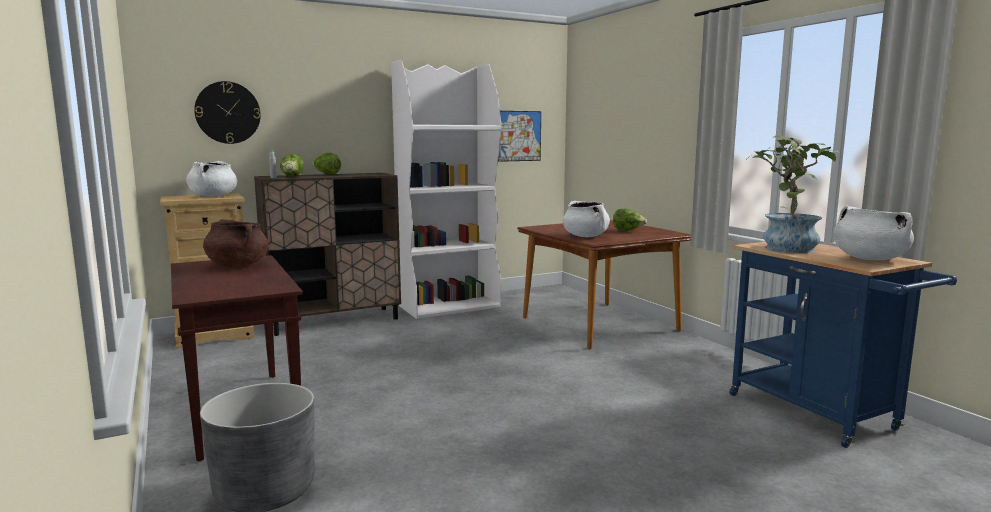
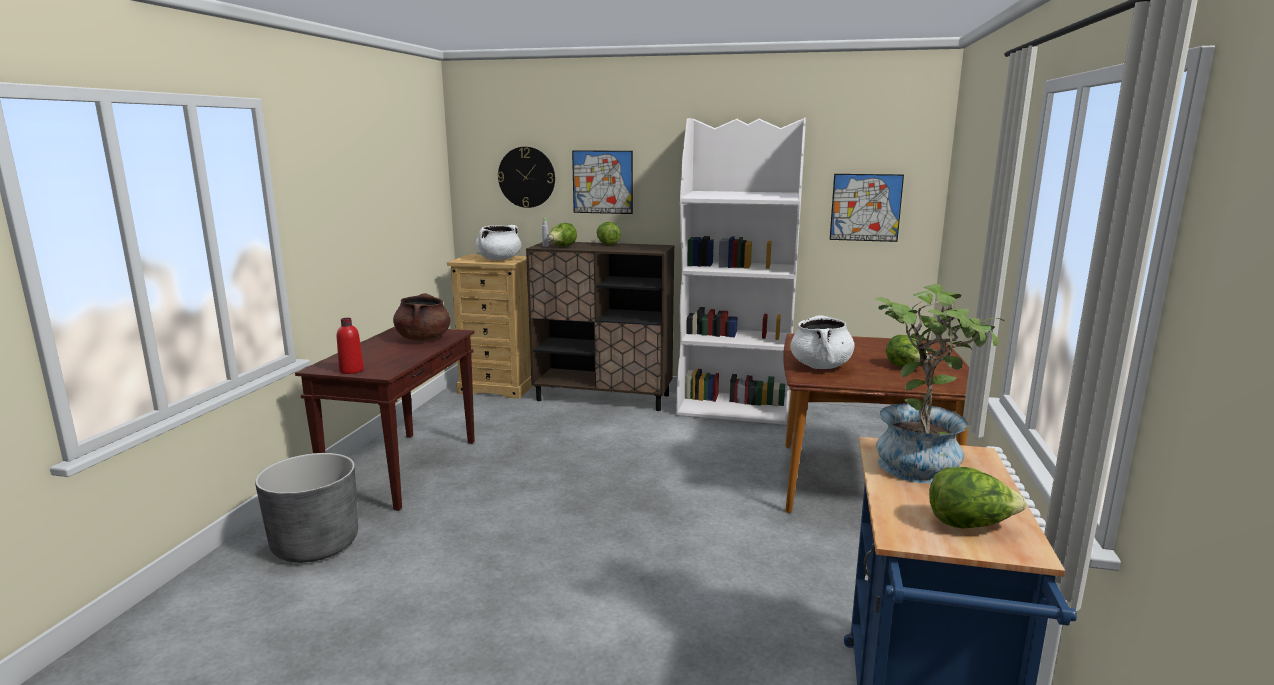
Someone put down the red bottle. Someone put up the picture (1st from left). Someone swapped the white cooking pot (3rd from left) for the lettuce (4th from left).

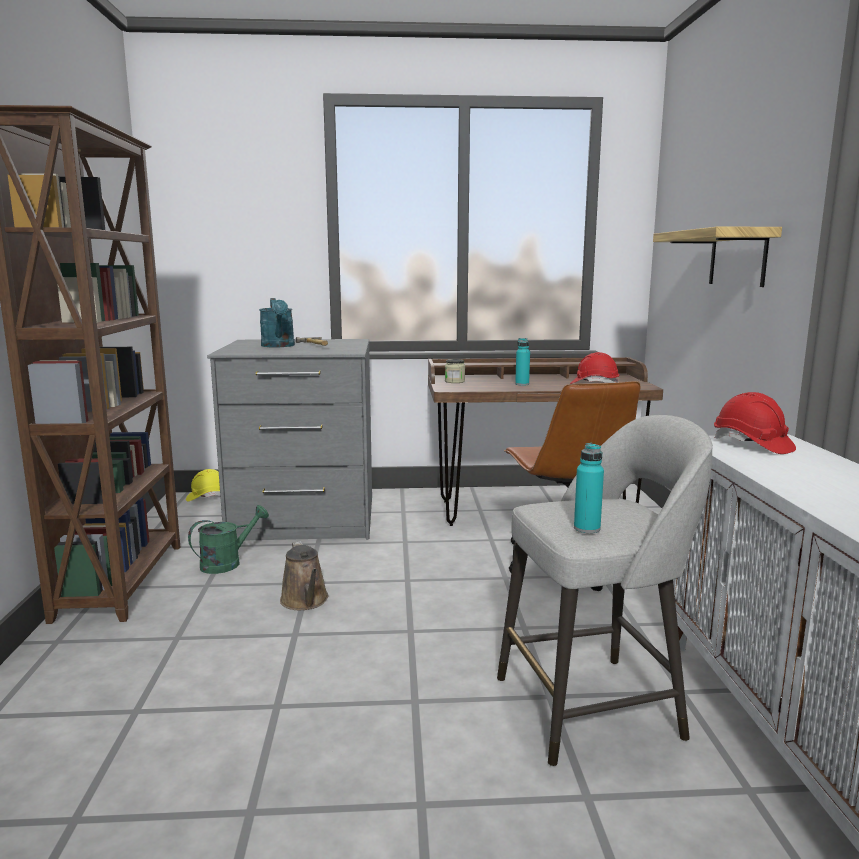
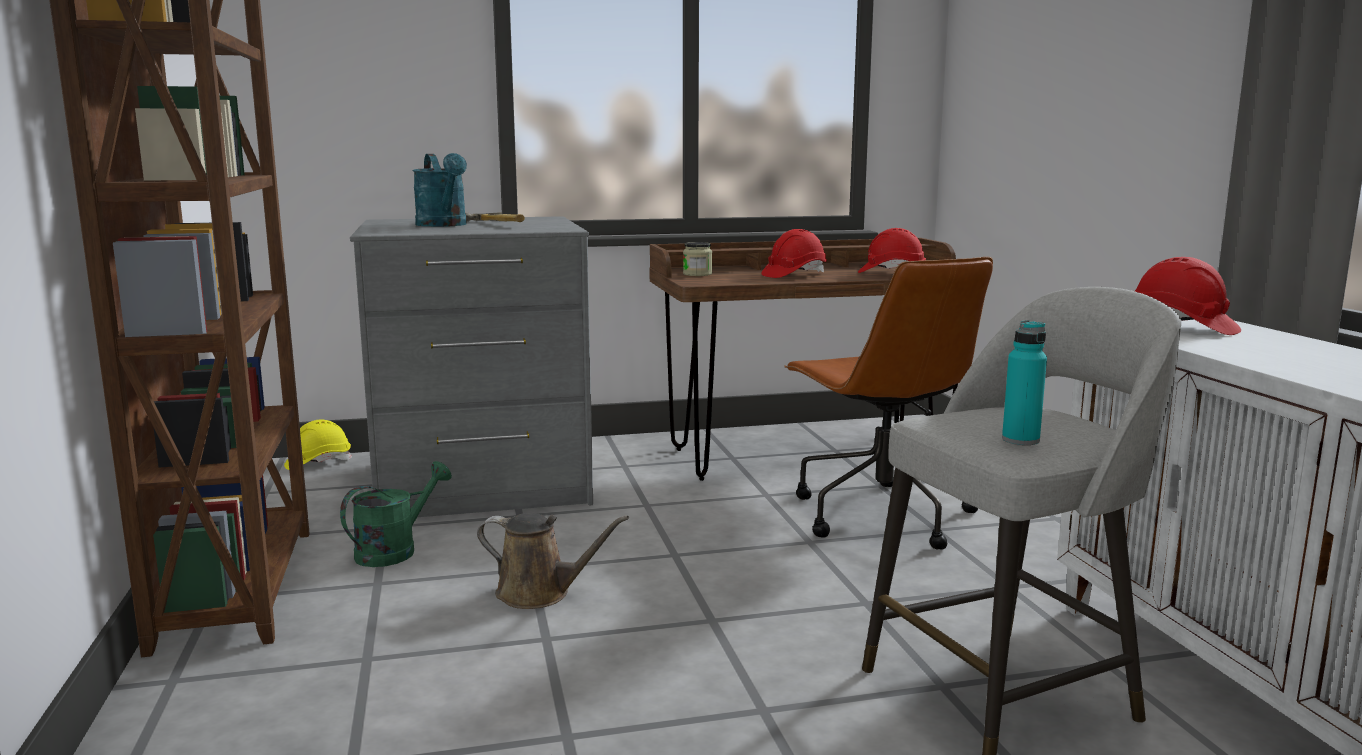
Someone rotated the brown watering can by 45 degrees counterclockwise. Someone swapped the turquoise bottle (1st from left) for the red hard hat (1st from left). Someone took away the shelf.

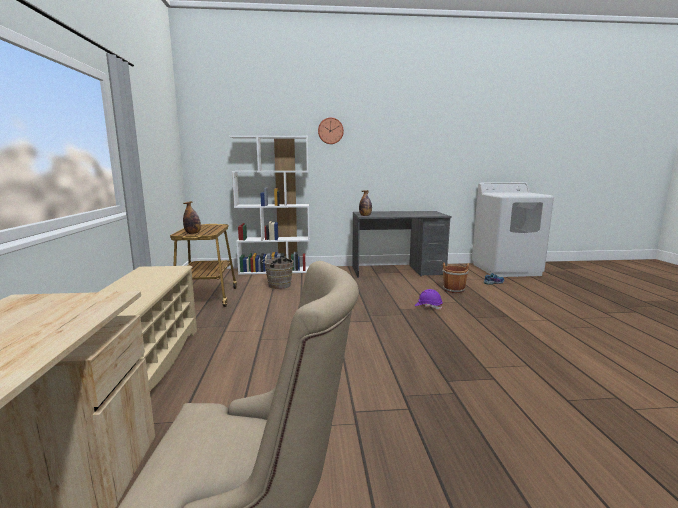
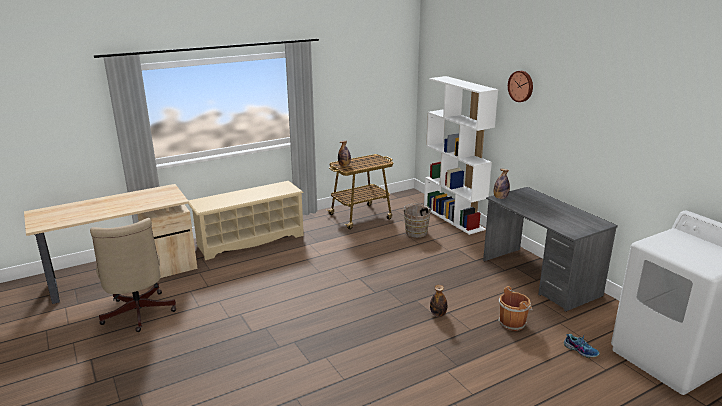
Someone swapped the purple hard hat for the bottle (2nd from left).

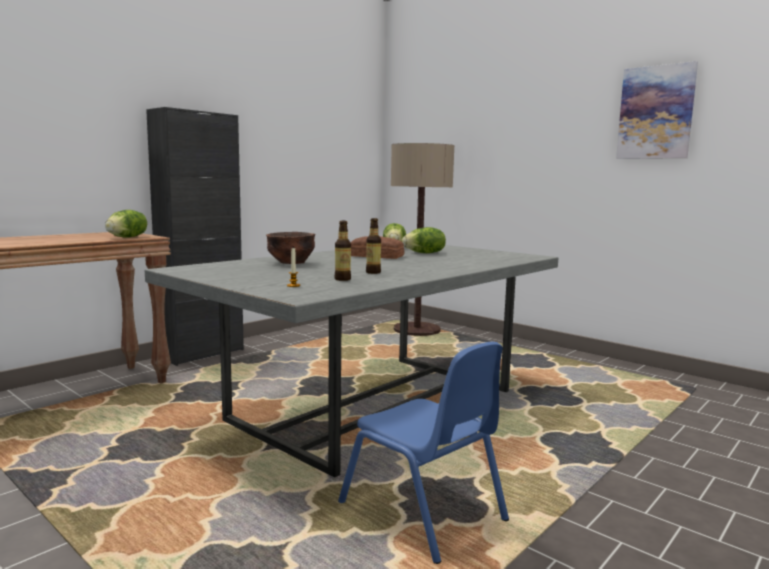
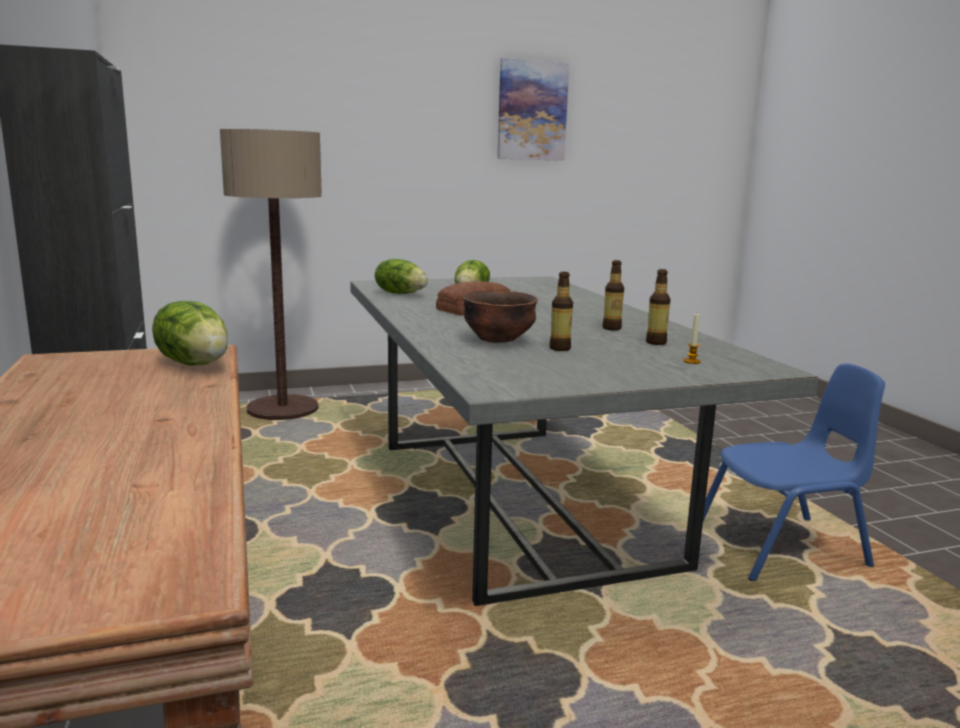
Someone put down the bottle (1st from left).

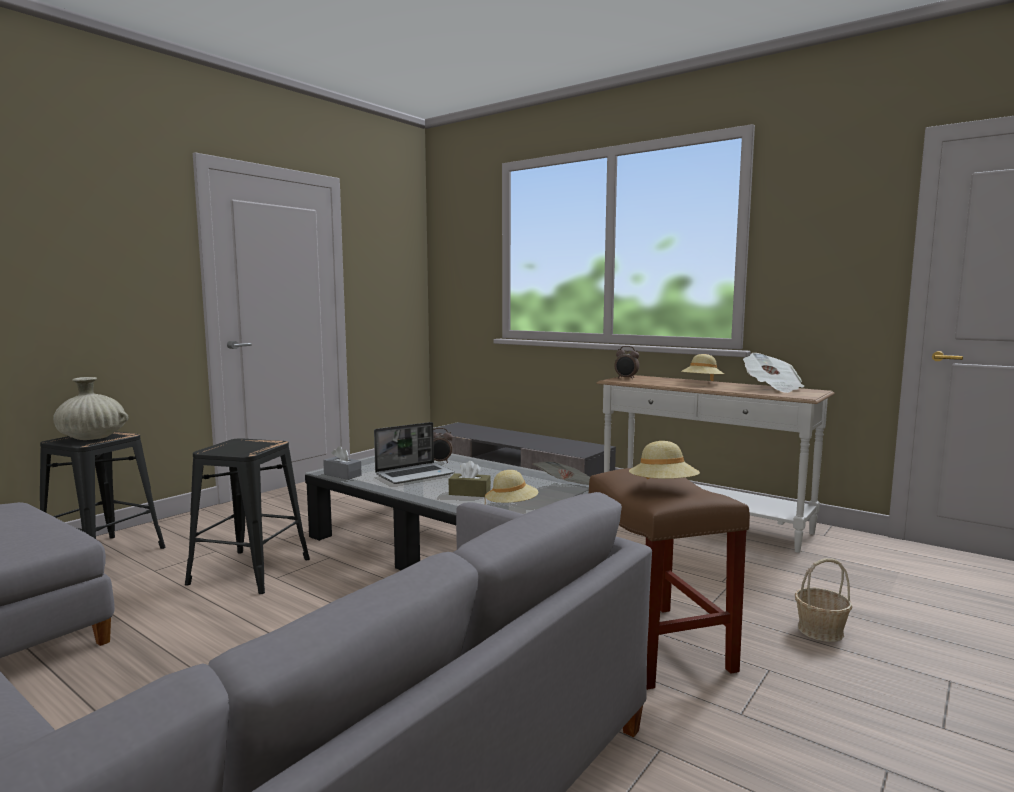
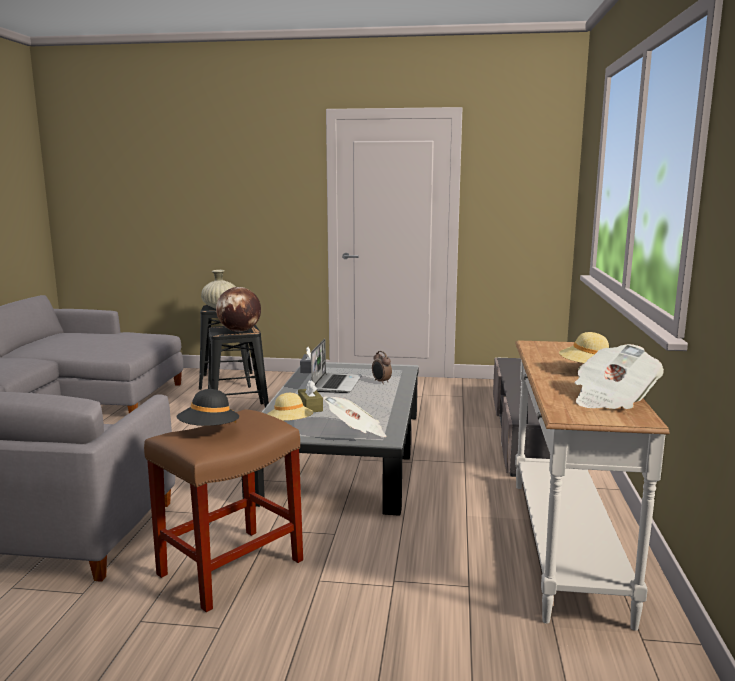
Someone repainted the beige hat (2nd from left), which became the black hat. Someone put down the globe. Someone rotated the laptop by 105 degrees counterclockwise. Someone took away the alarm clock (2nd from left). Someone took away the basket.

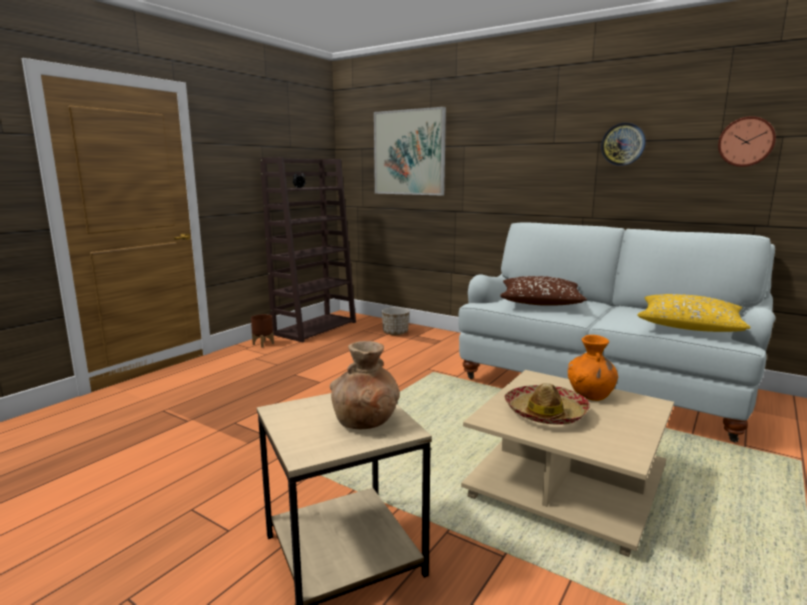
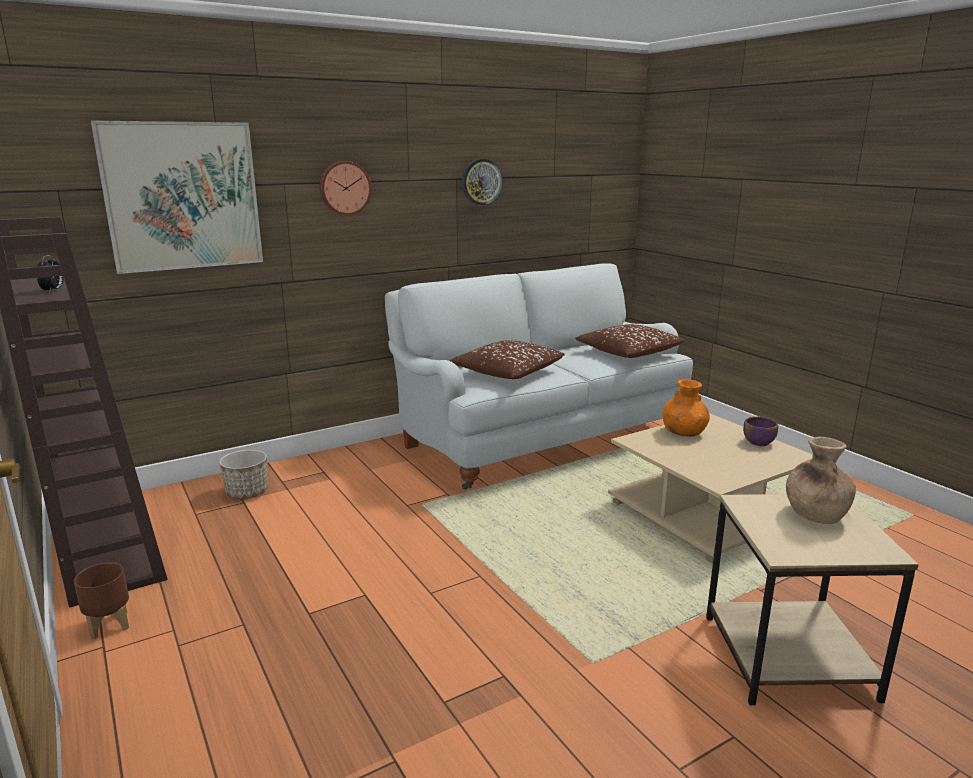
Someone carried the wall clock (2nd from left in the first image). Someone repainted the yellow pillow, which became the brown pillow (2nd from left). Someone put down the purple bowl. Someone took away the hat.

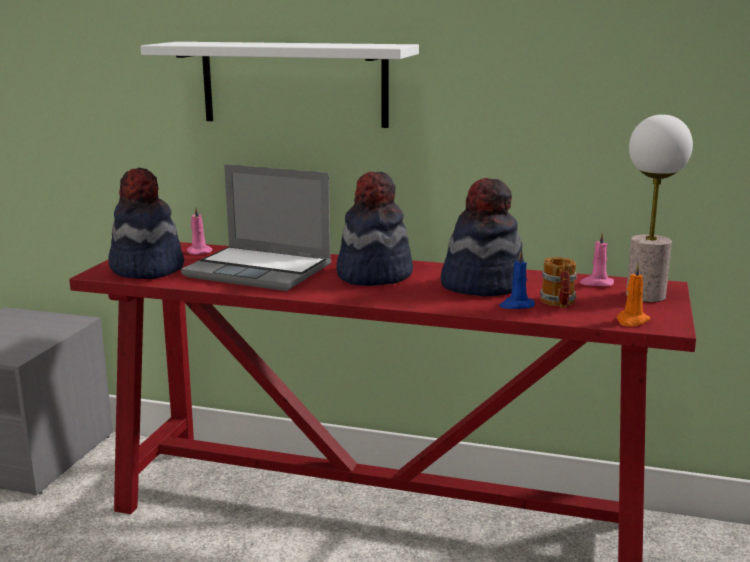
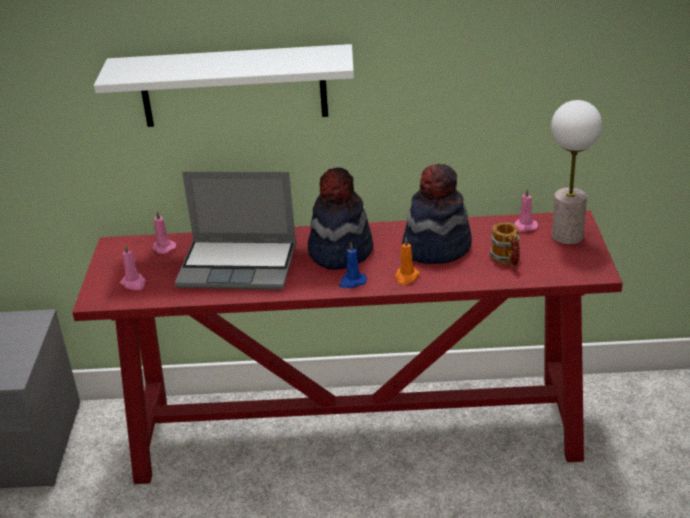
Someone swapped the hat (1st from left) for the pink candle (1st from left). Someone carried the blue candle. Someone carried the orange candle.

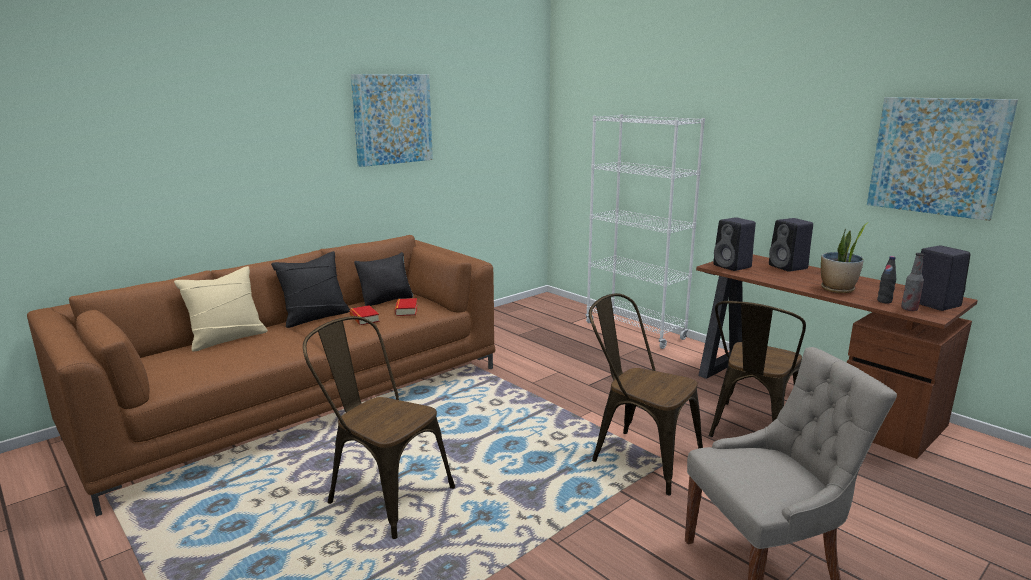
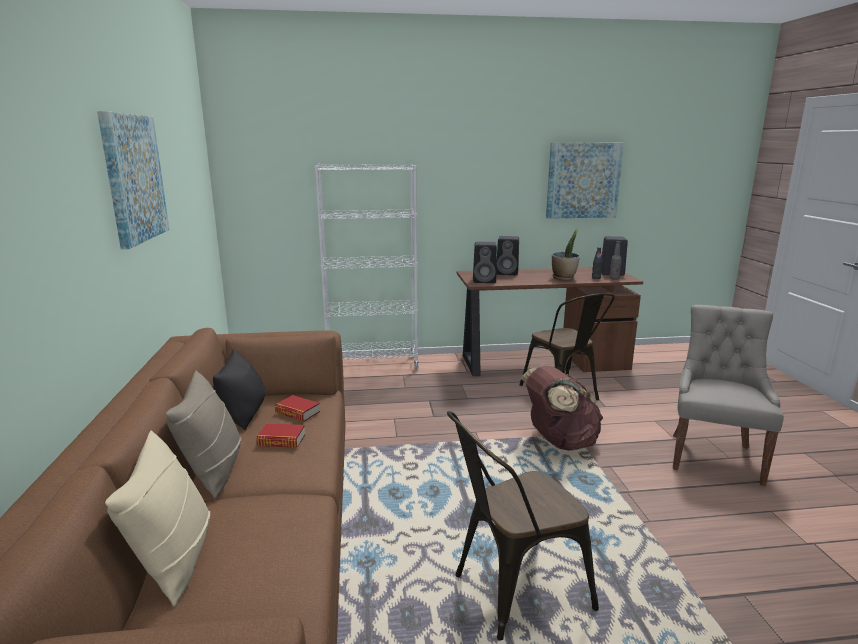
Someone repainted the black pillow (1st from left), which became the beige pillow (2nd from left). Someone swapped the brown chair (2nd from left) for the brown backpack.

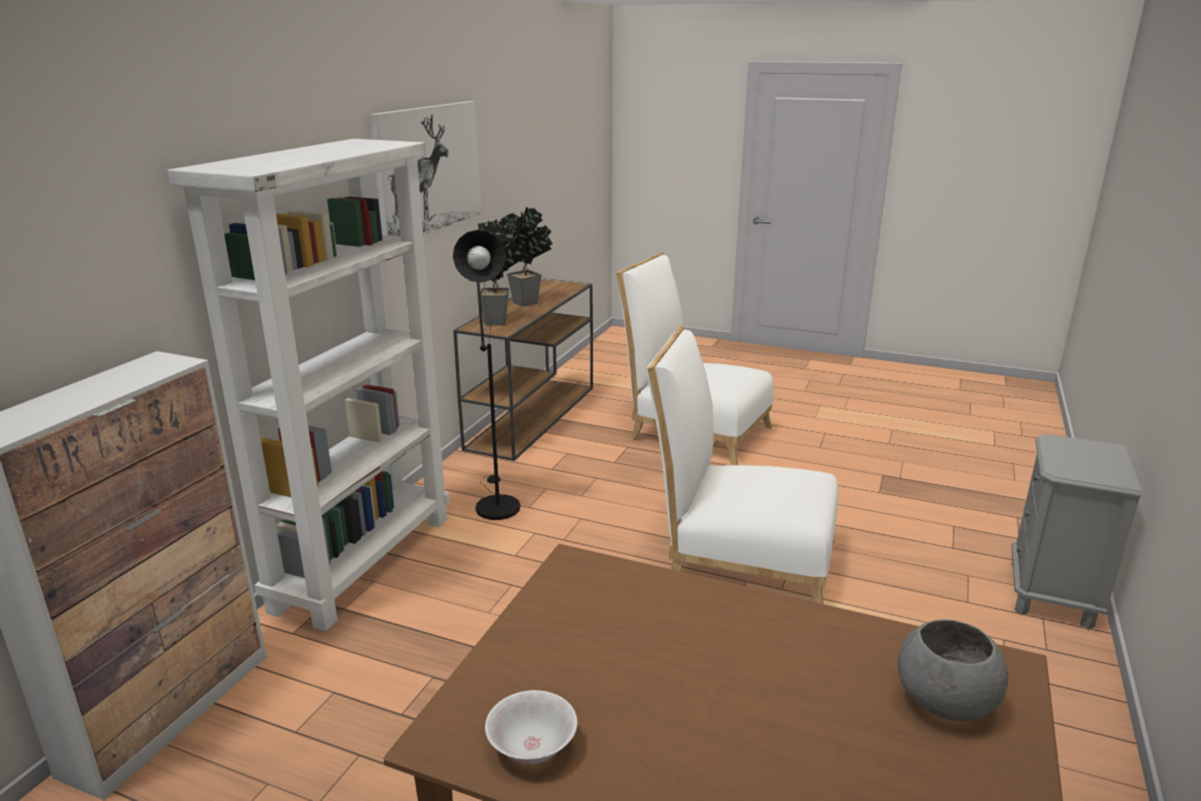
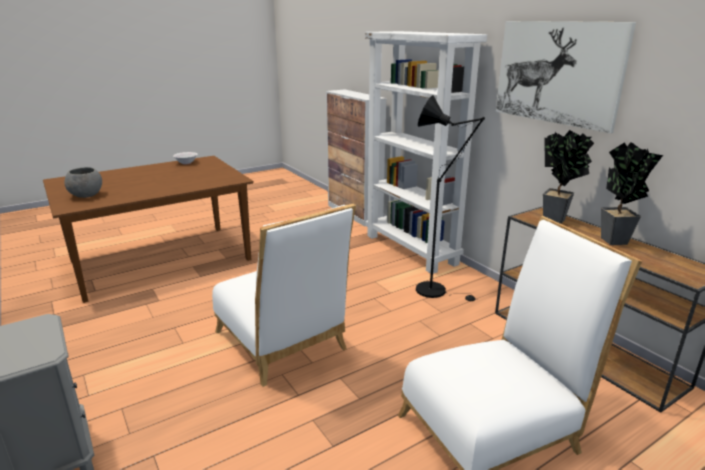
Someone rotated the white chair (2nd from left in the first image) by 90 degrees clockwise.

